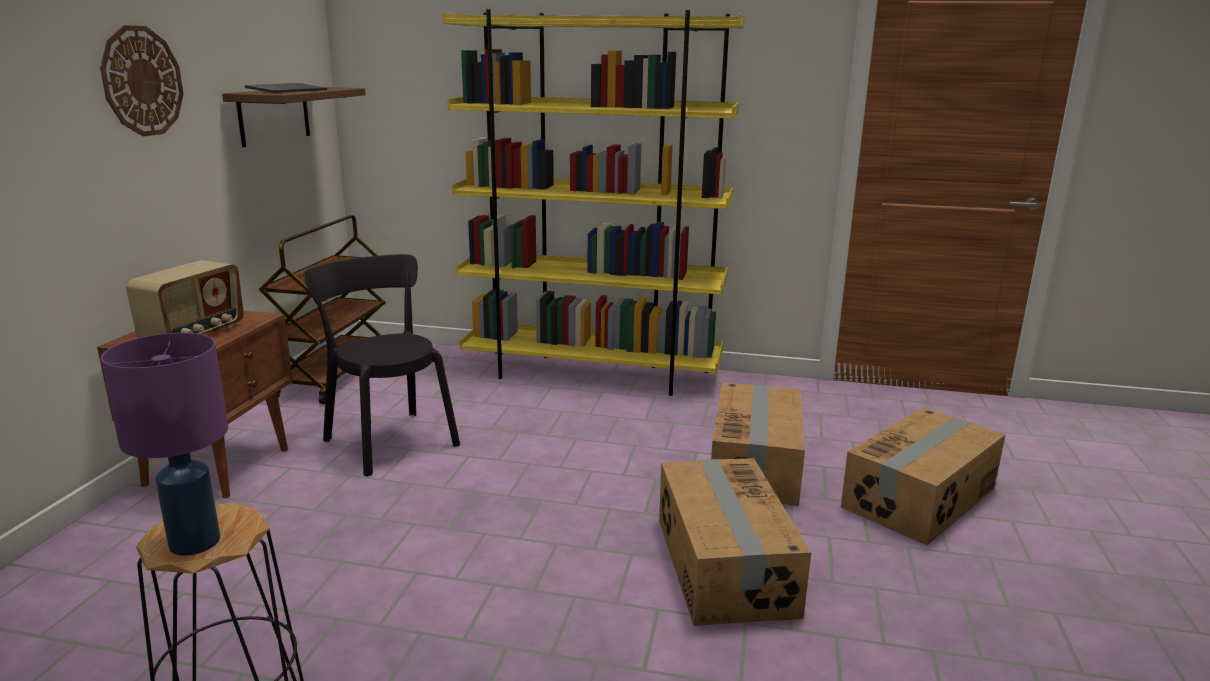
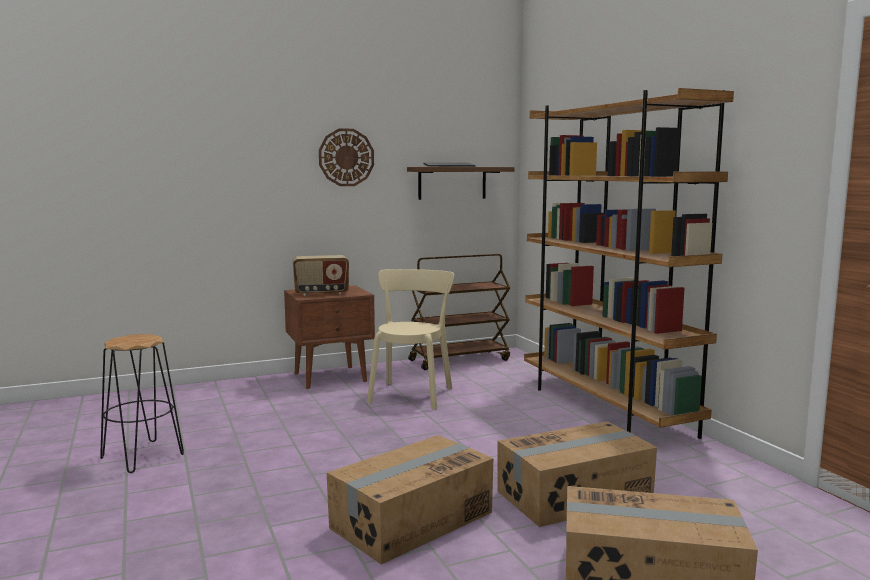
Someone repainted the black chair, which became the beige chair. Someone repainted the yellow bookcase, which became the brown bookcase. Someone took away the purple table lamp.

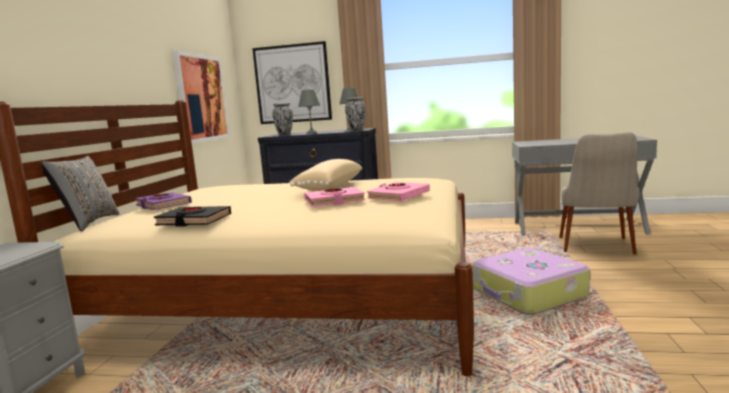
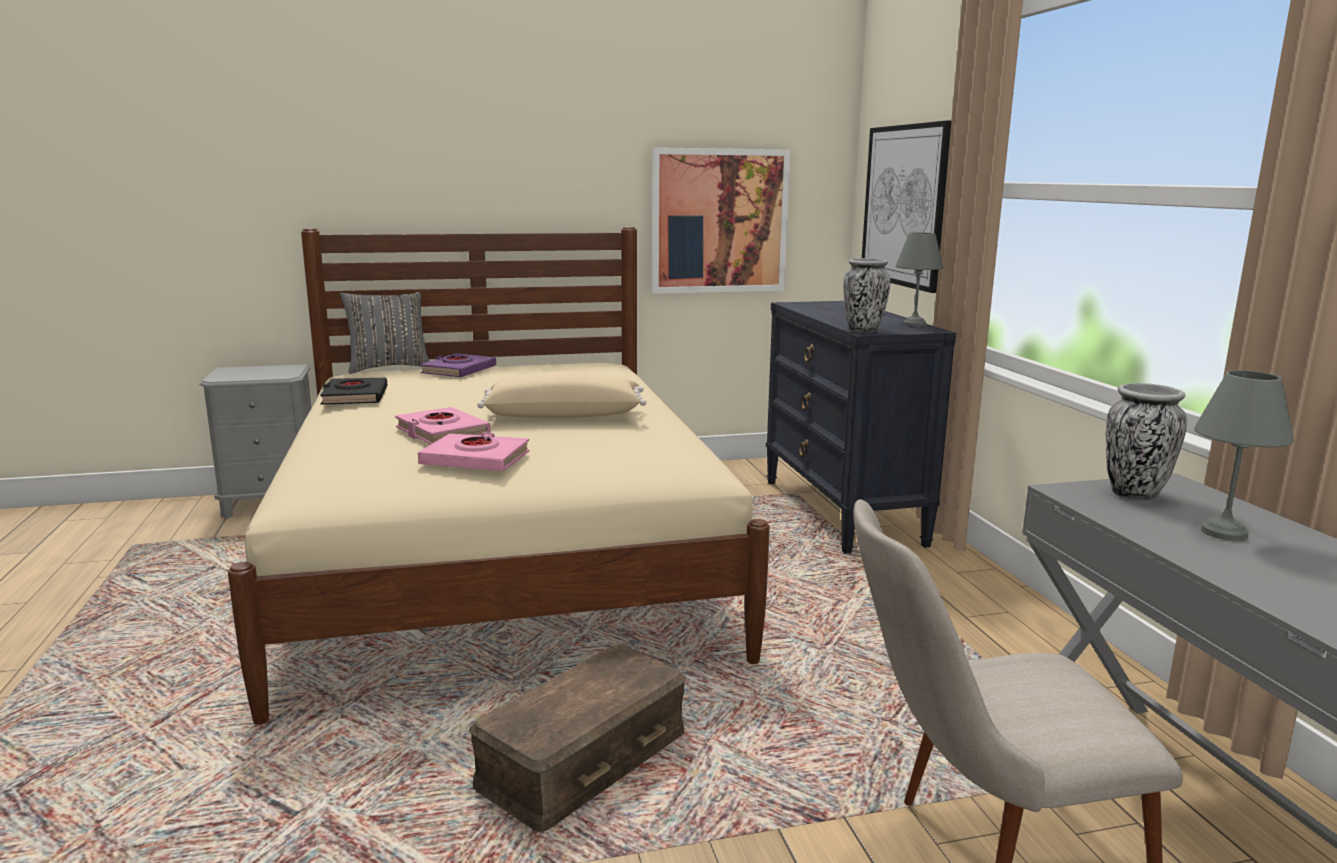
Someone swapped the suitcase for the brown storage box. Someone carried the vase (1st from left in the first image). Someone carried the grey table lamp (1st from left in the first image).

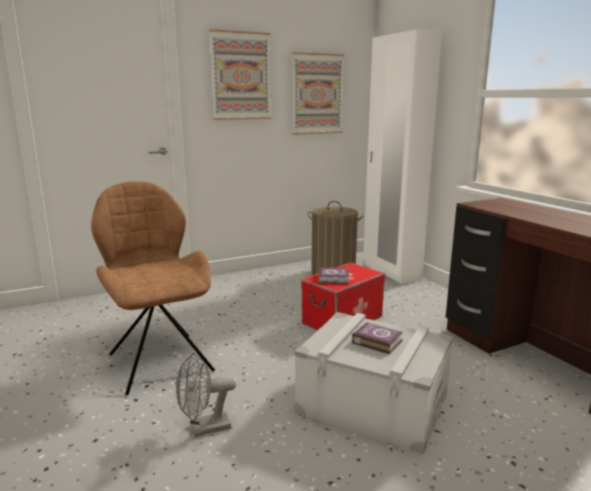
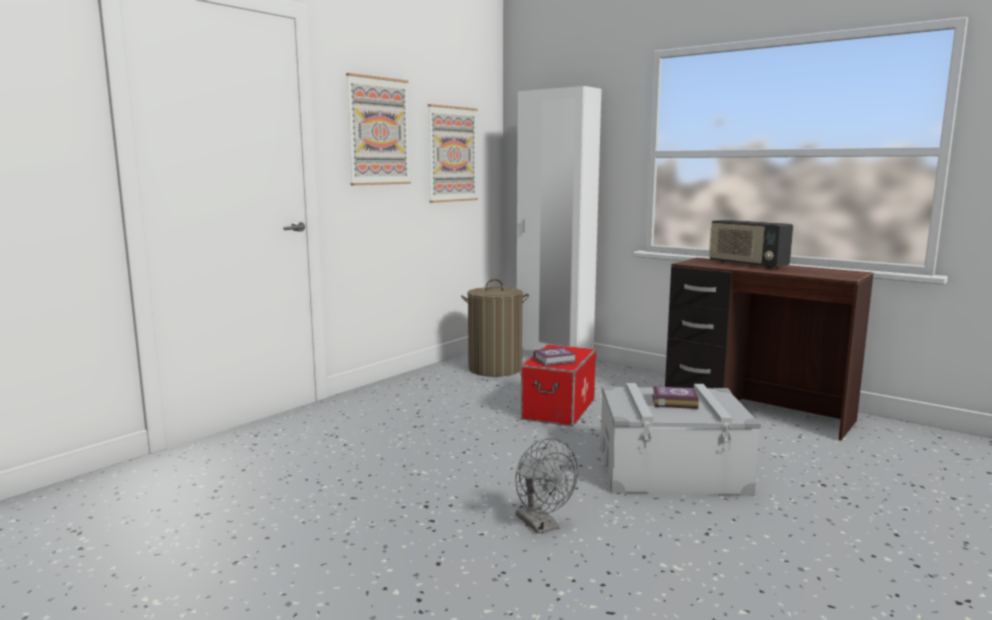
Someone rotated the grey fan by 75 degrees counterclockwise. Someone put down the radio. Someone took away the brown chair.

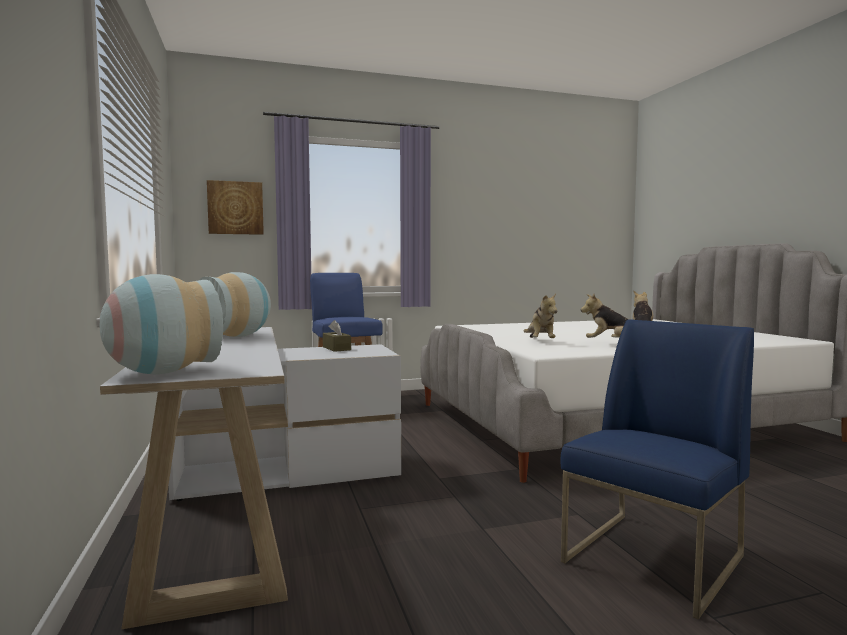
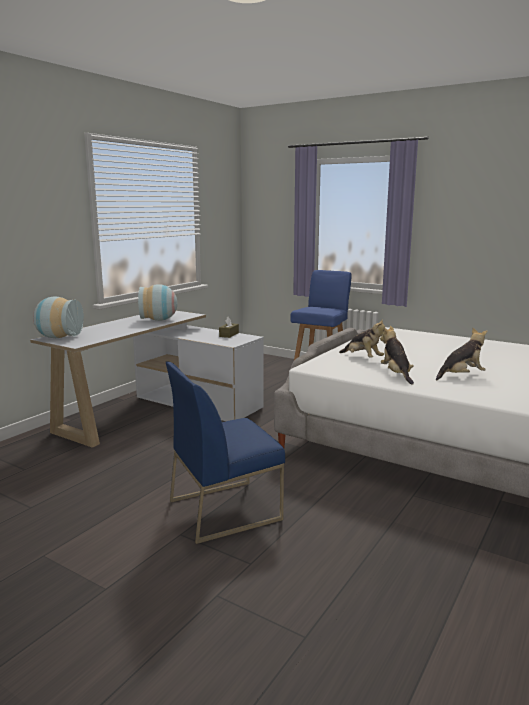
Someone rotated the blue chair (2nd from left in the first image) by 150 degrees clockwise. Someone rotated the plush toy (1st from left) by 90 degrees counterclockwise. Someone took away the picture.

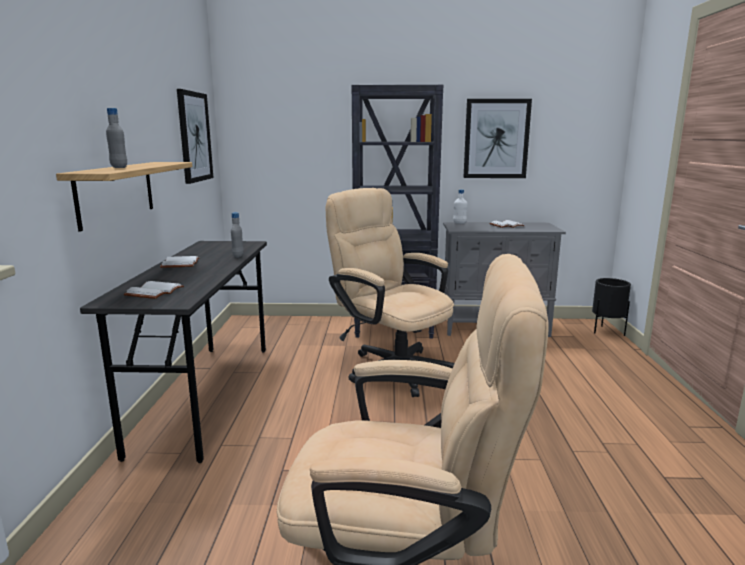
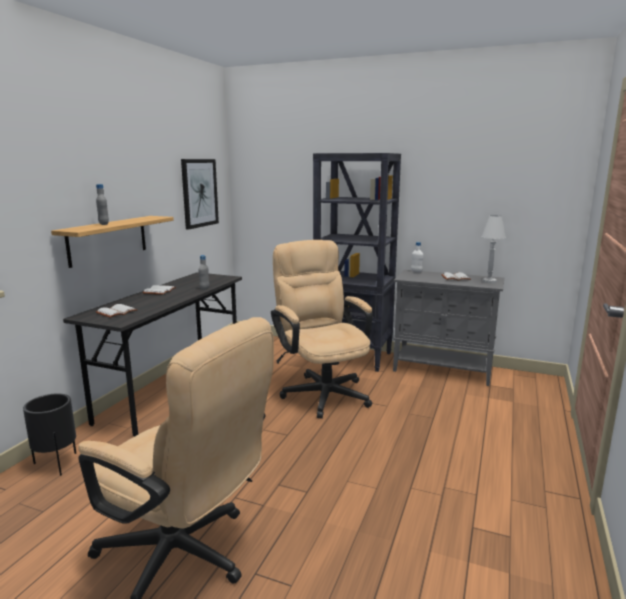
Someone carried the black planter. Someone put down the white table lamp. Someone took away the picture (2nd from left).

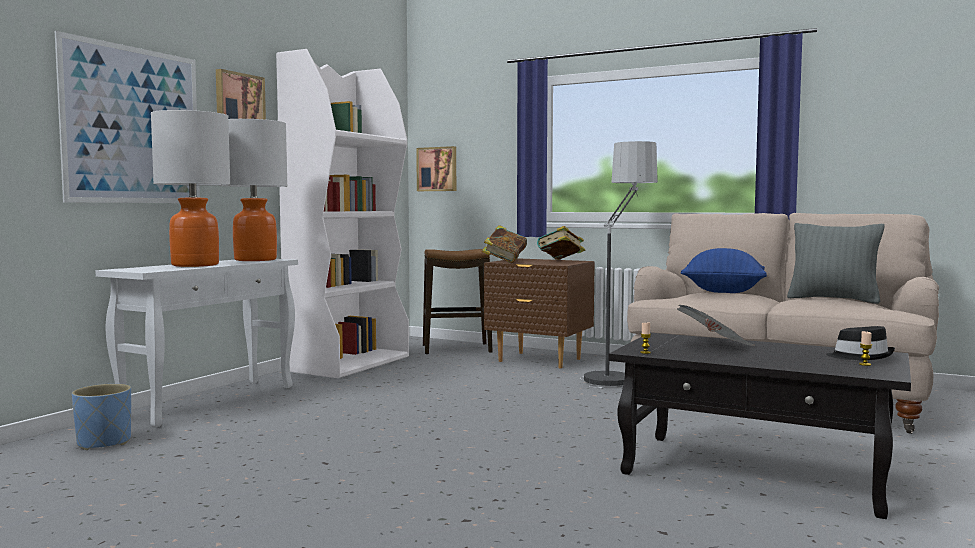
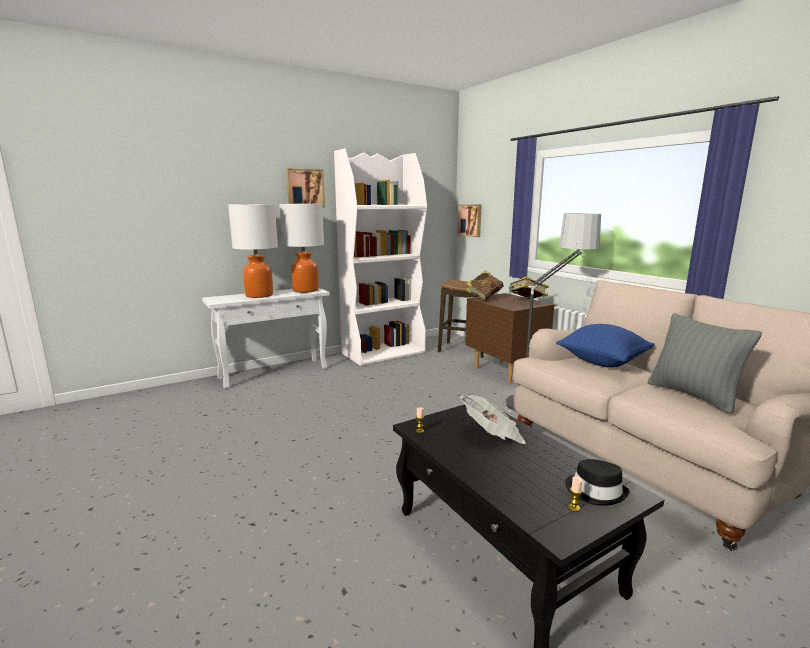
Someone took away the picture (1st from left). Someone took away the blue planter.

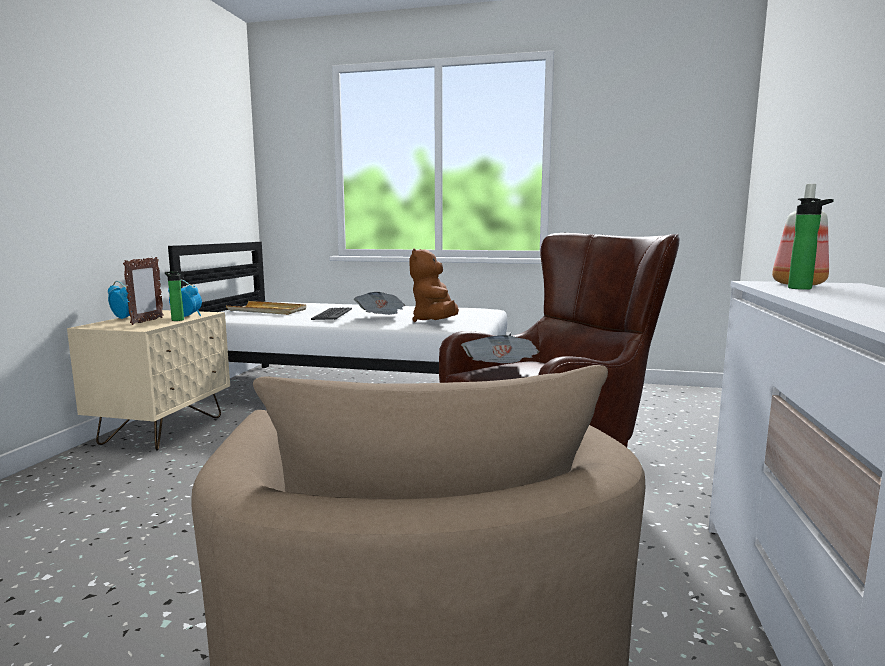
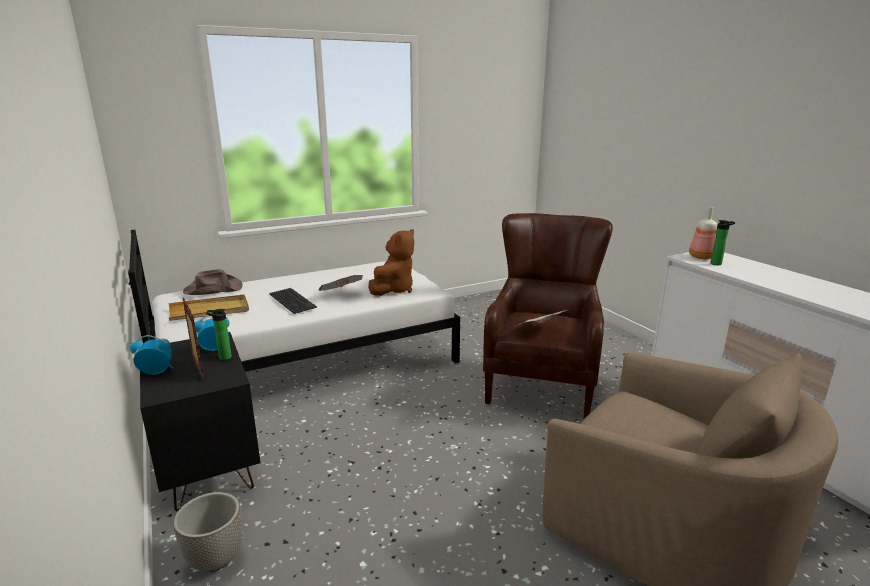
Someone repainted the beige nightstand, which became the black nightstand. Someone put down the planter. Someone put down the brown hat. Someone rotated the brown plush toy by 120 degrees counterclockwise.

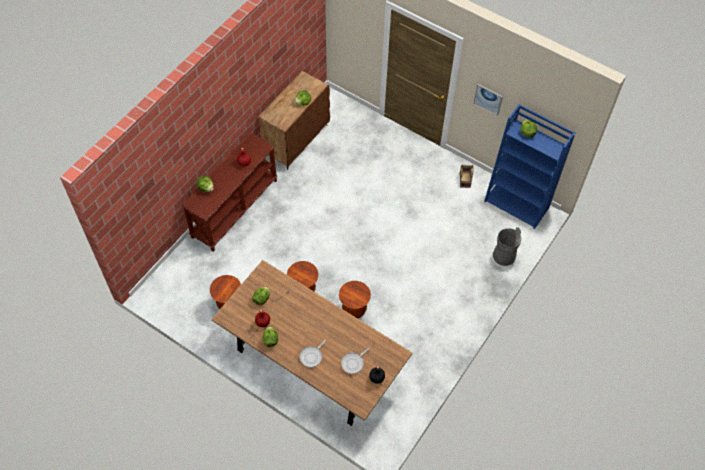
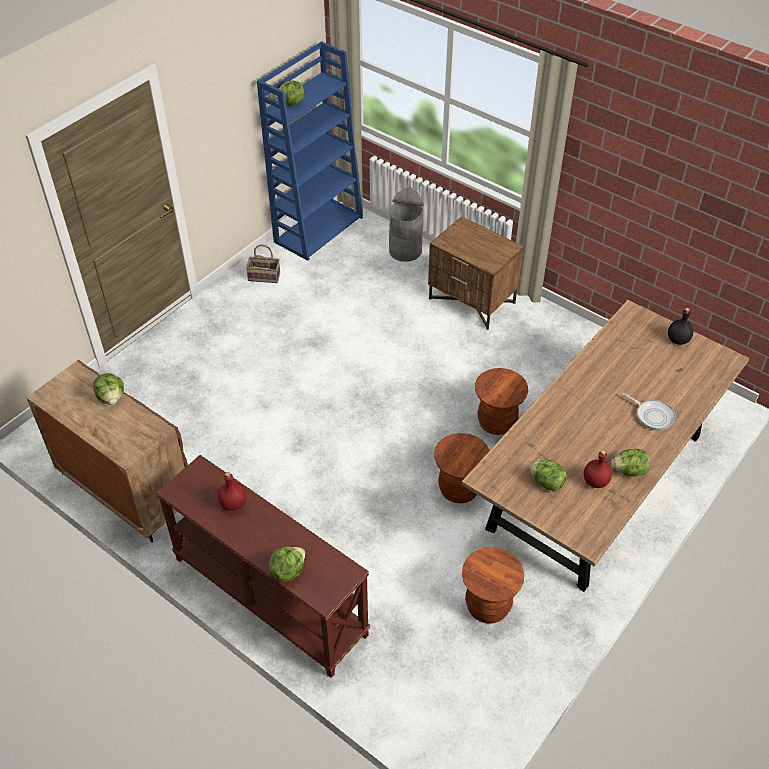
Someone put down the brown nightstand. Someone took away the frying pan (2nd from left). Someone took away the picture.

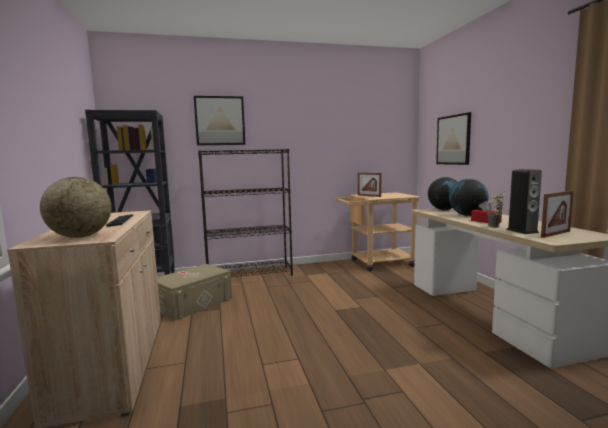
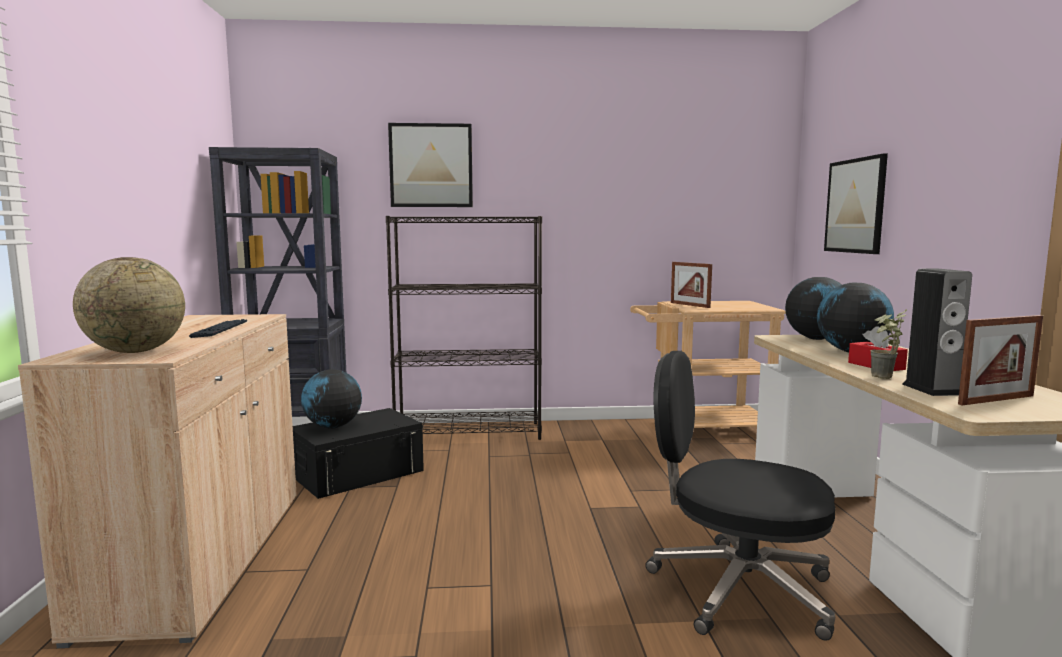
Someone repainted the beige storage box, which became the black storage box. Someone put down the globe (2nd from left). Someone put down the black office chair.

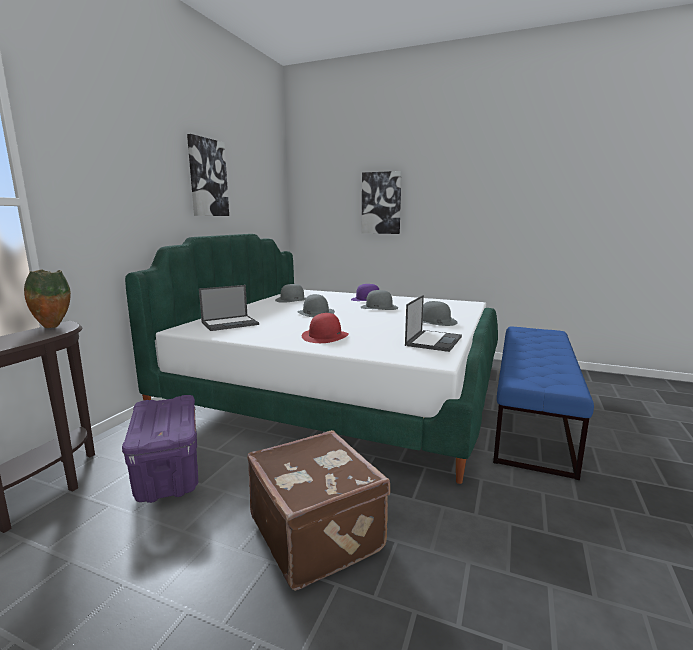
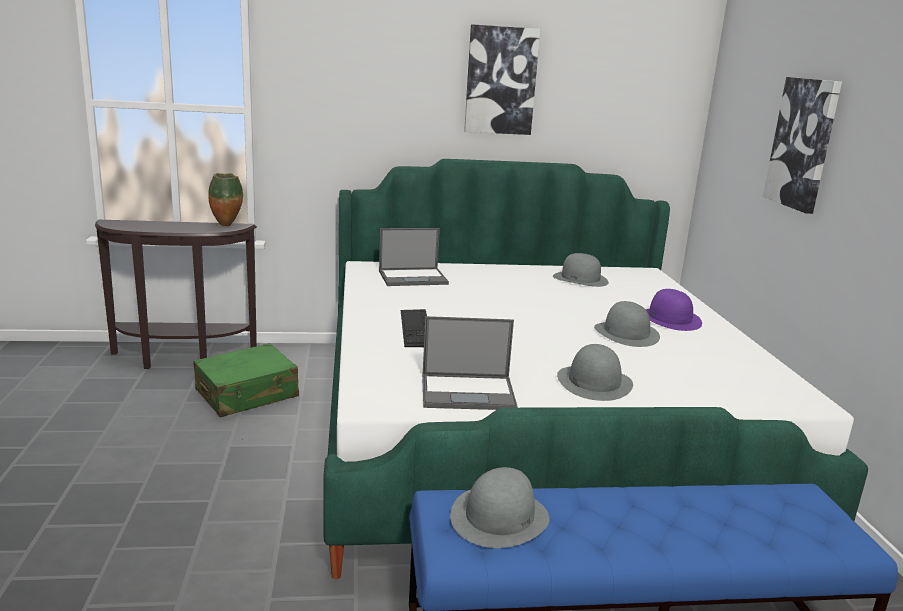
Someone swapped the purple storage box for the green suitcase. Someone rotated the laptop (1st from left) by 45 degrees counterclockwise. Someone swapped the red hat for the keyboard. Someone carried the grey hat (2nd from left in the first image). Someone took away the brown suitcase.

